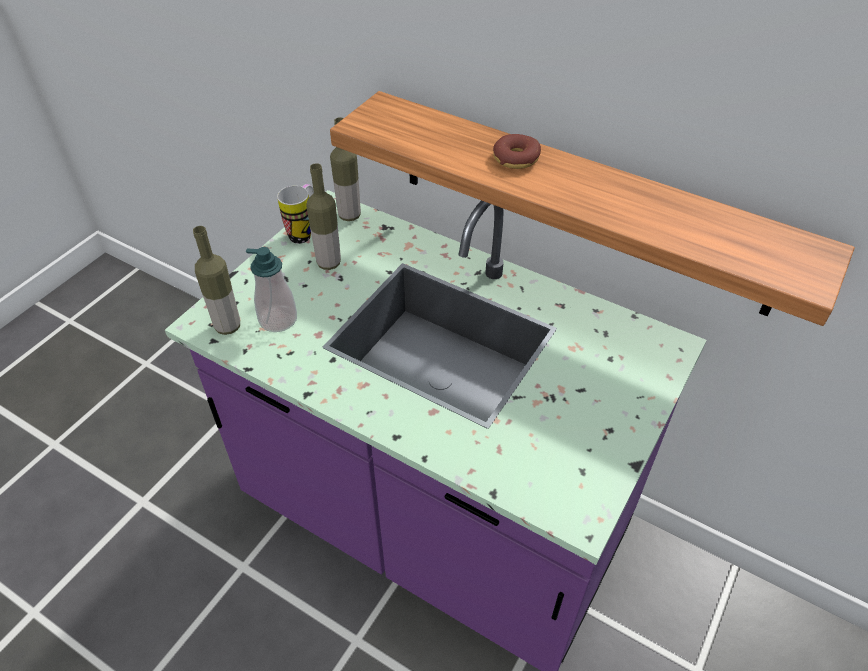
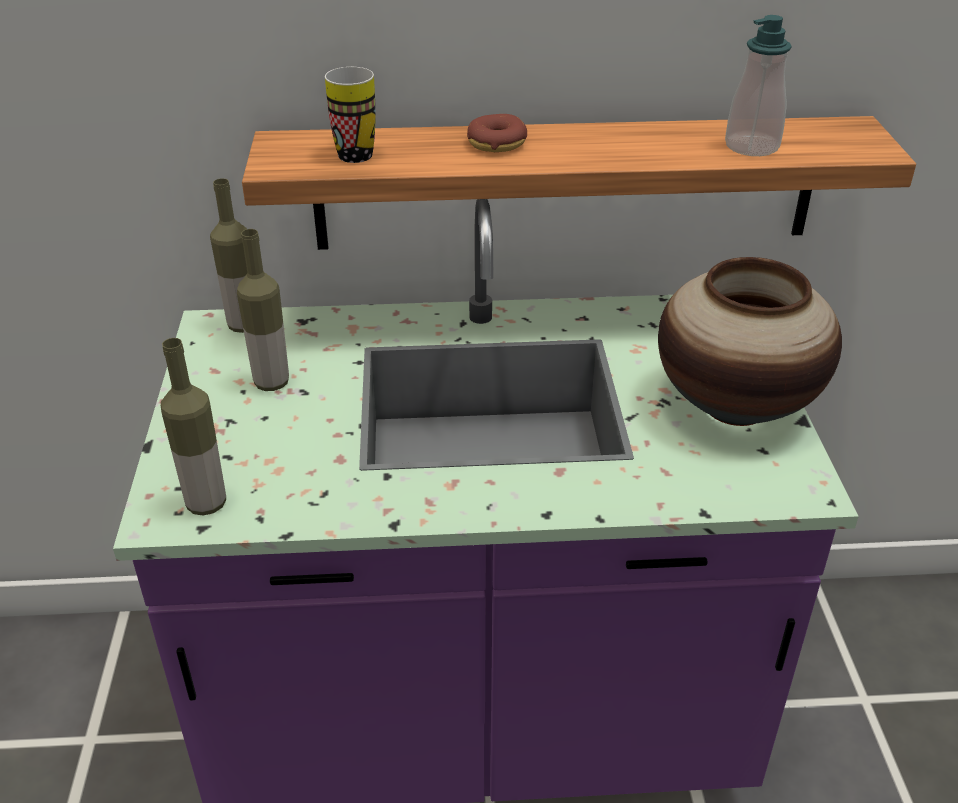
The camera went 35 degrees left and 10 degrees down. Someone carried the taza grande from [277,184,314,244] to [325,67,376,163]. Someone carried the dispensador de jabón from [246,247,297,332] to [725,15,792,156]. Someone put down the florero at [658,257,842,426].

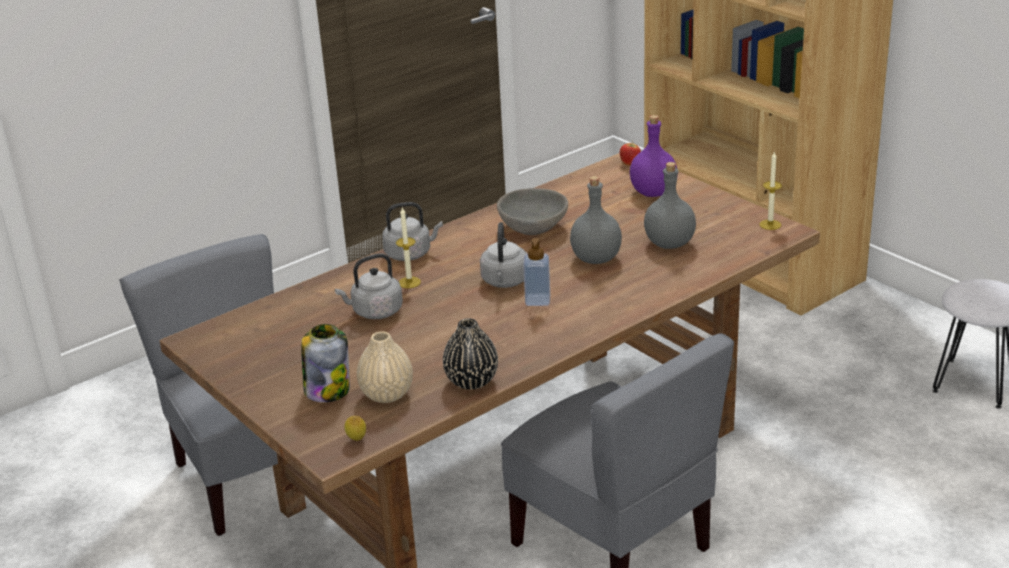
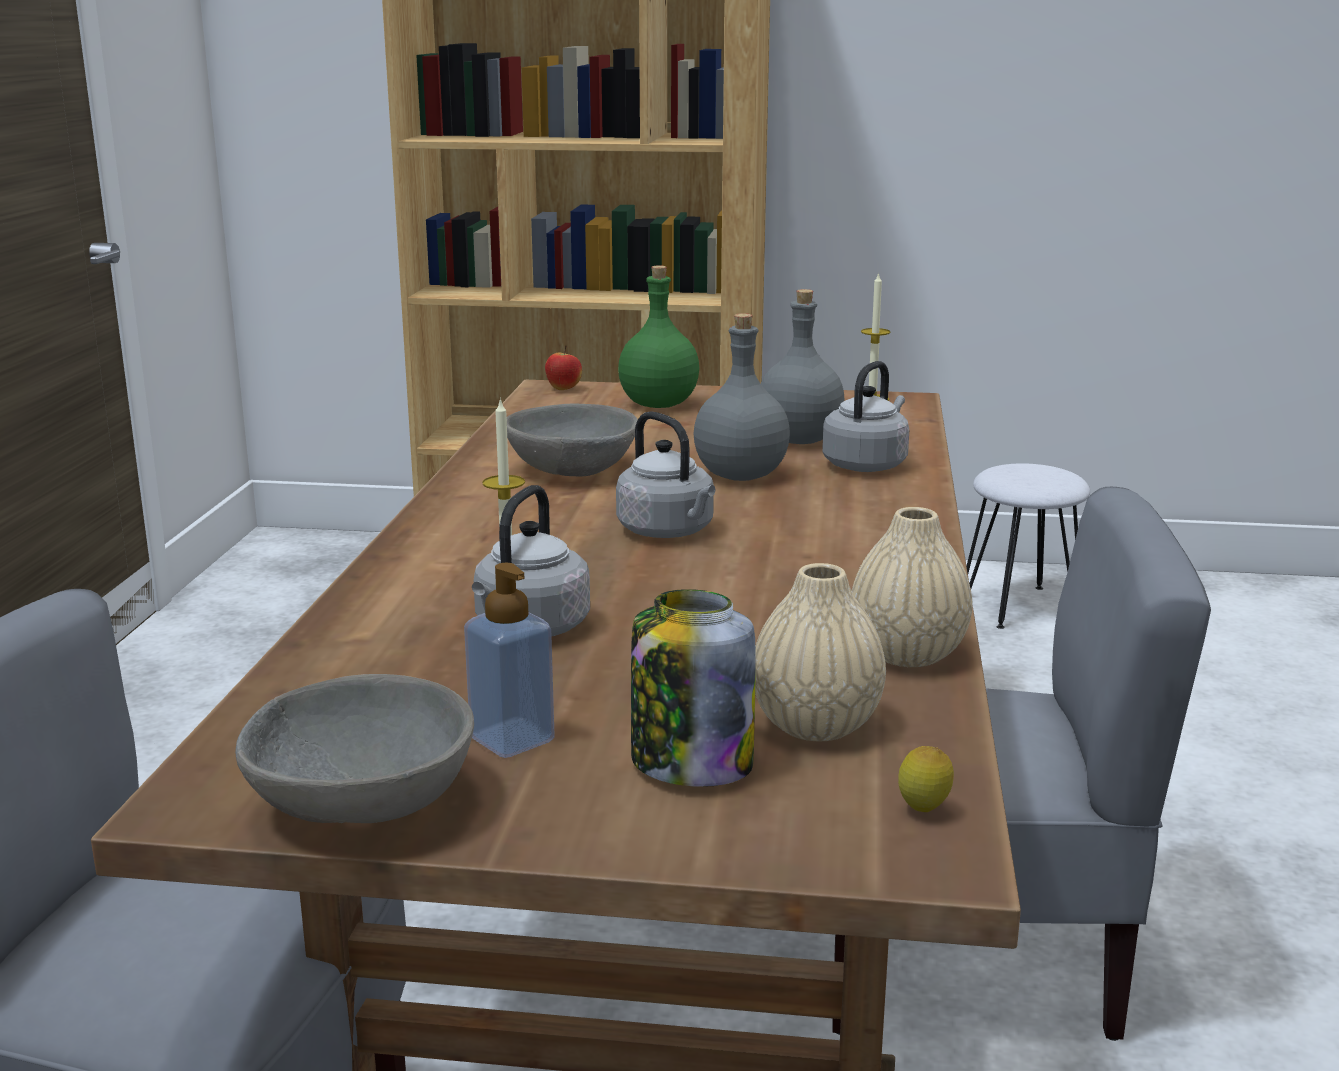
The camera went 45 degrees left and 10 degrees down. Someone repainted the botella (morado) at [630,115,678,197], which became the botella (verde) at [618,266,699,408]. Someone carried the hervidor (gris) from [382,202,443,261] to [823,361,909,472]. Someone carried the dispensador de jabón from [523,238,550,306] to [464,563,555,758]. Someone repainted the florero (negro) at [443,318,498,390], which became the florero (beis) at [852,507,973,667]. Someone put down the cuenco (gris) at [235,674,474,823].

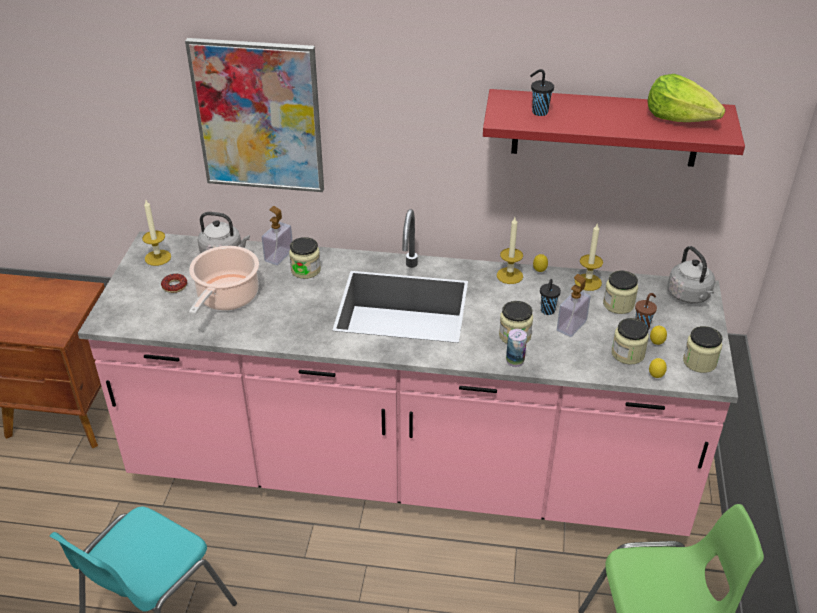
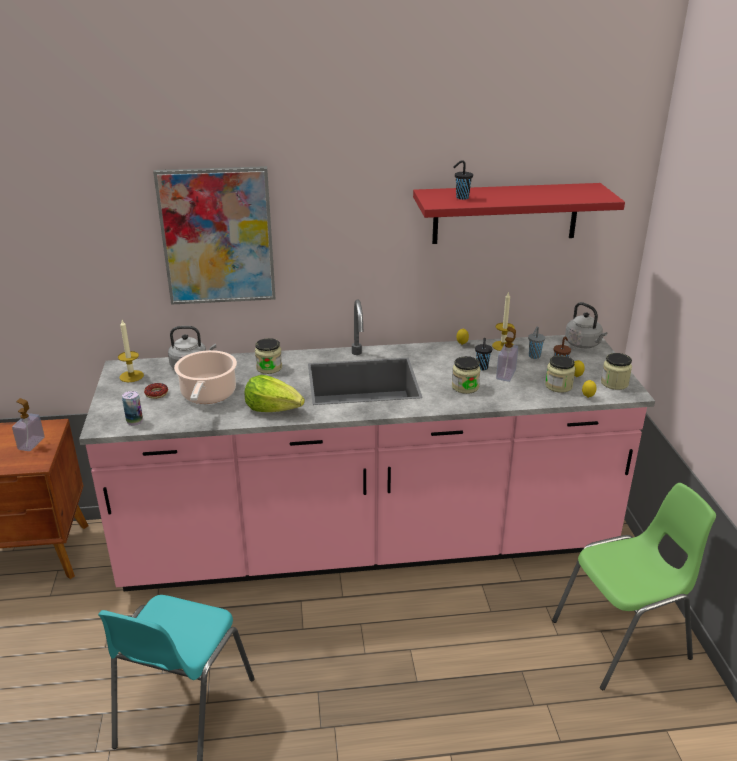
The camera went 15 degrees left and 10 degrees down. Someone carried the lechuga from [647,74,725,122] to [245,375,305,412]. Someone carried the dispensador de jabón from [262,206,293,265] to [12,398,45,451]. Someone took away the vela at [497,217,523,284]. Someone swapped the tarro at [603,270,638,314] for the taza (gris) at [528,327,545,359]. Someone carried the lata from [506,329,527,367] to [122,391,143,426].

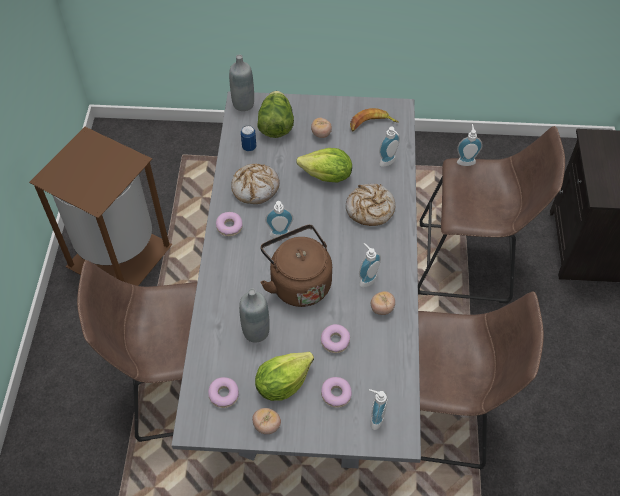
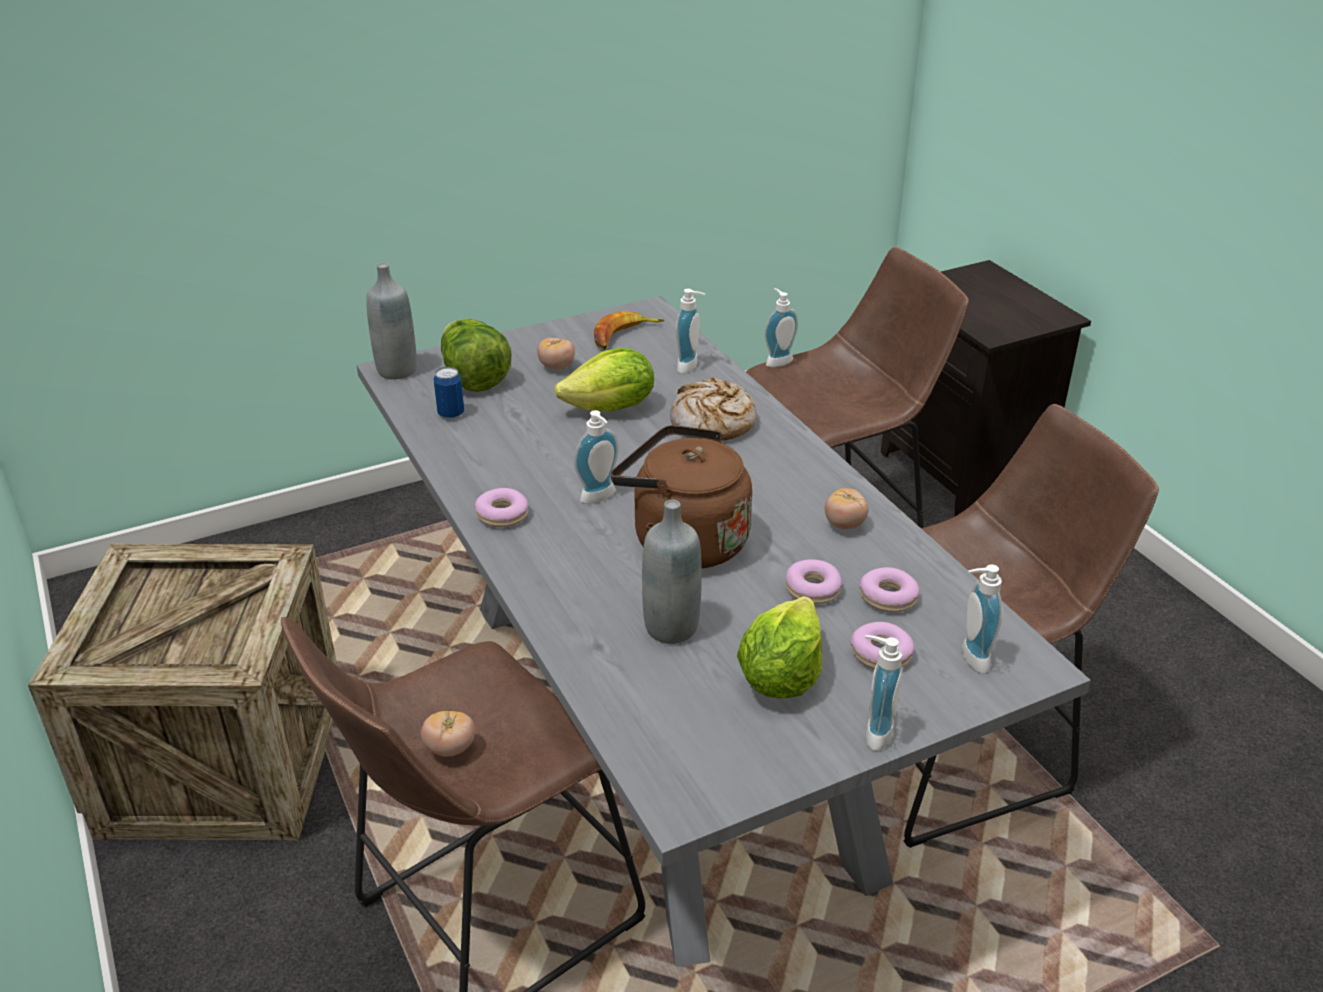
The camera went 30 degrees left and 20 degrees down. Someone swapped the papelera (marrón) at [29,127,172,286] for the caja de embalaje at [28,544,337,841]. Someone took away the pan at [231,163,280,204]. Someone carried the dispensador de jabón from [359,243,381,288] to [865,635,903,751]. Someone carried the rosquilla from [208,377,239,408] to [859,567,919,613]. Someone carried the tomate from [252,408,281,434] to [421,711,475,757].

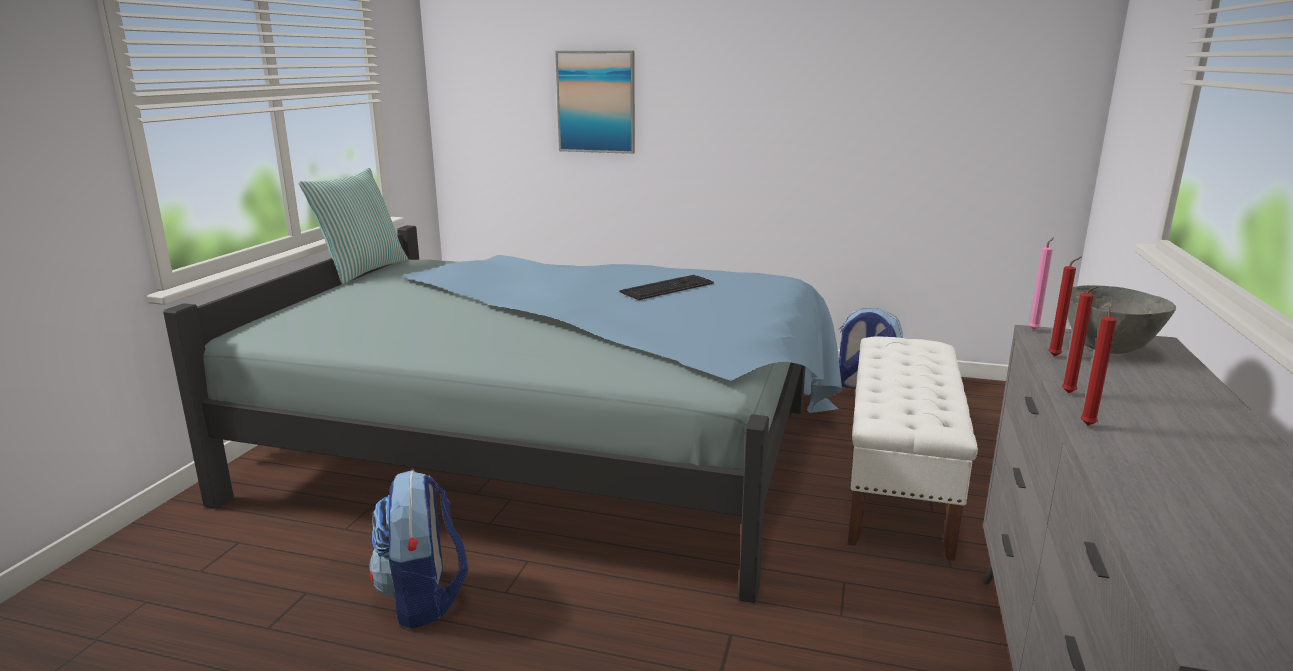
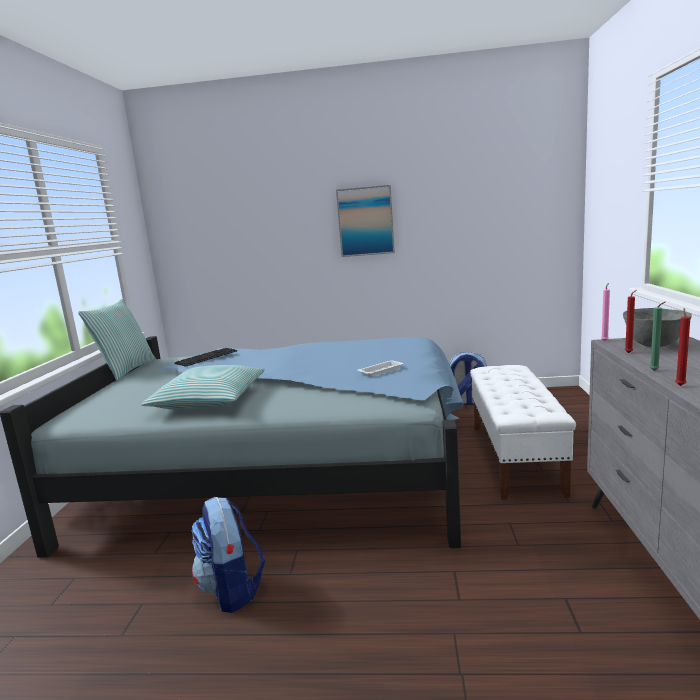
The camera went 10 degrees left and 5 degrees down. Someone carried the cuadro from [555,51,635,154] to [336,185,395,257]. Someone carried the teclado from [619,275,714,300] to [174,348,237,367]. Someone repainted the vela (rojo) at [1062,286,1099,393], which became the vela (verde) at [649,302,665,371]. Someone put down the bandeja (blanco) at [357,360,403,377]. Someone put down the cojín at [141,365,265,409].

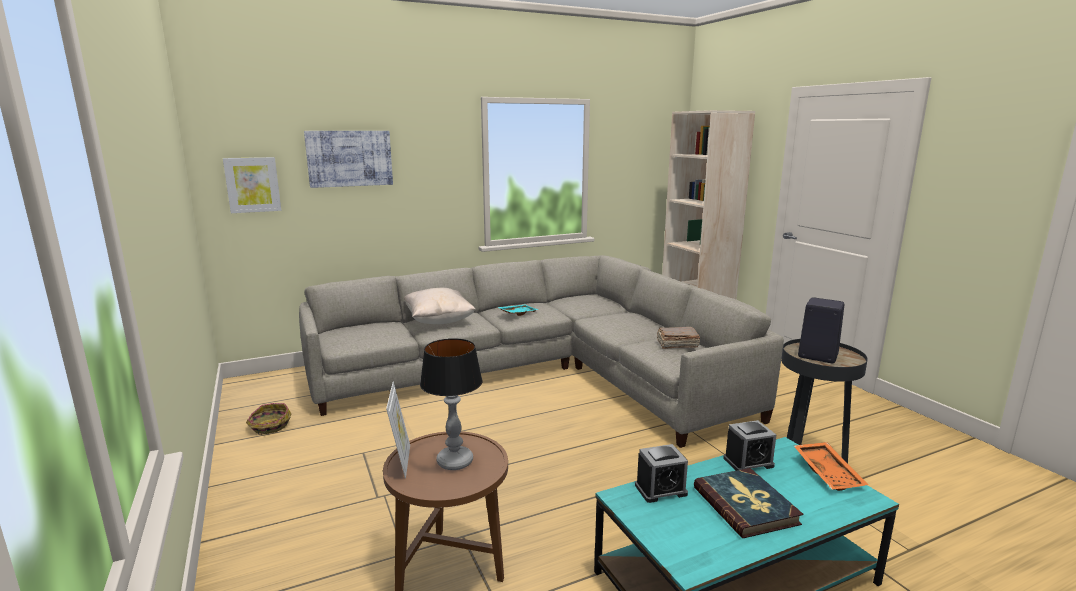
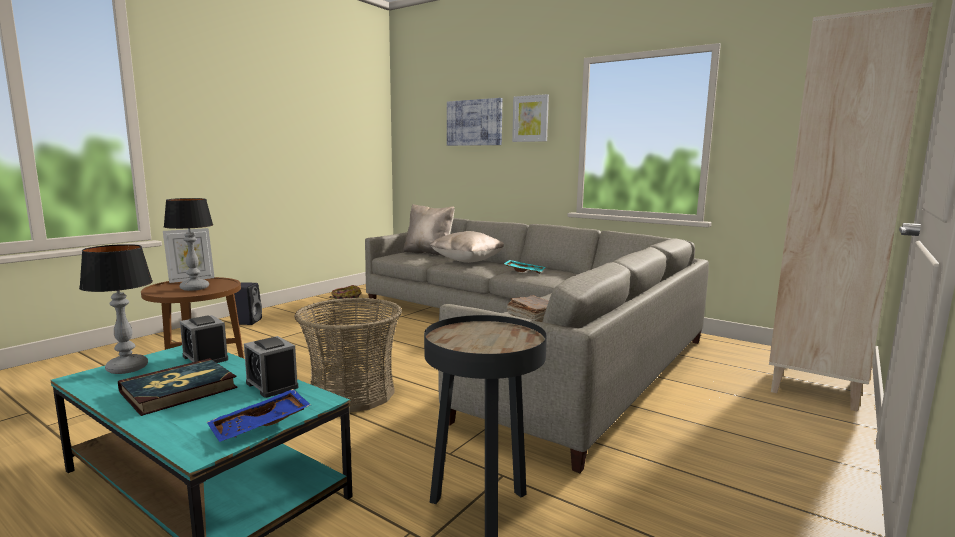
The camera went 60 degrees right and 5 degrees down. Someone carried the cuadro from [223,157,281,213] to [512,94,549,142]. Someone carried the altavoz (negro) from [798,297,844,363] to [234,282,262,325]. Someone repainted the bandeja (naranja) at [794,442,869,491], which became the bandeja (azul) at [207,389,311,442]. Someone put down the cojín (beis) at [403,204,455,257]. Someone put down the lámpara de mesa at [79,244,153,374]. Someone put down the cesta at [294,298,402,413].

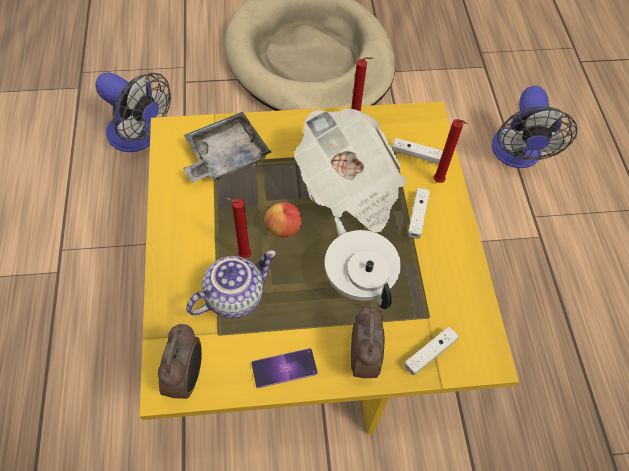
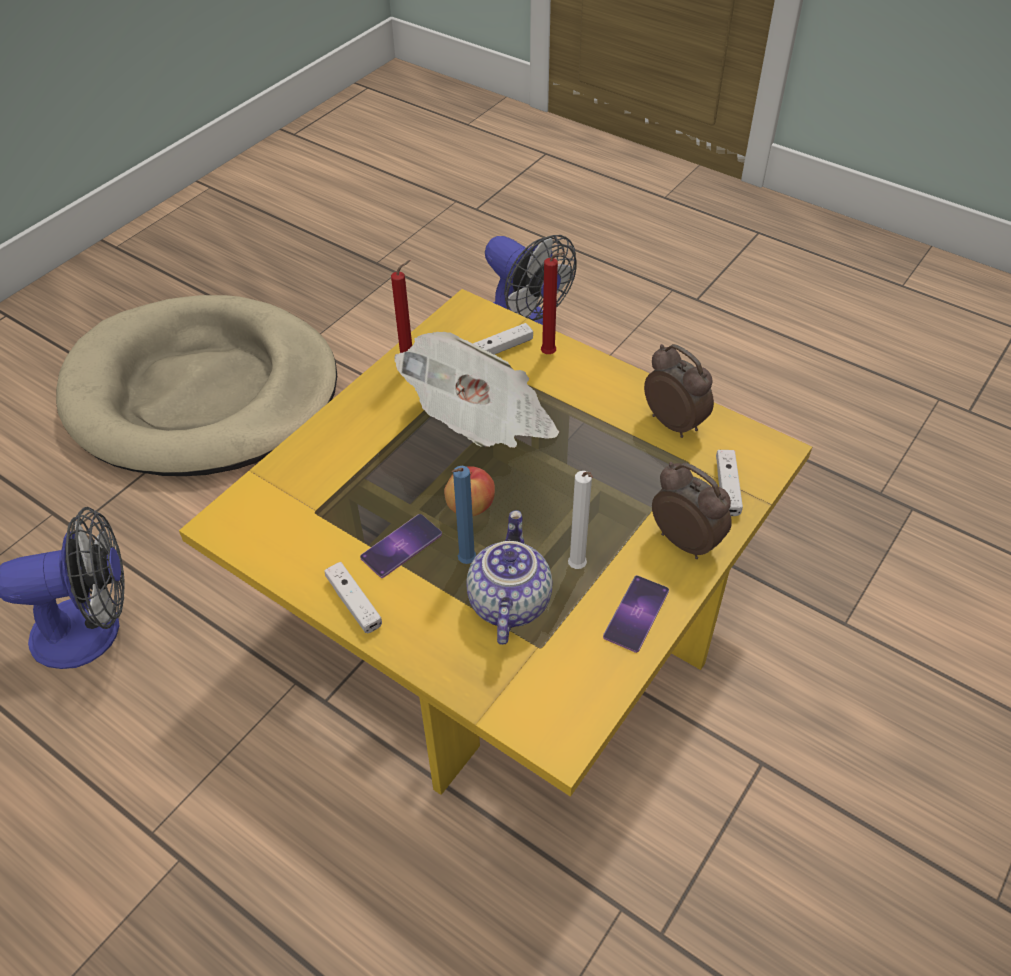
The camera went 45 degrees left and 10 degrees down. Someone took away the bandeja (gris) at [183,111,271,183]. Someone carried the mando de consola (blanco) from [408,188,430,239] to [324,562,382,633]. Someone repainted the vela (rojo) at [224,198,251,259], which became the vela (azul) at [452,466,476,564]. Someone took away the tetera (blanco) at [325,217,401,309]. Someone carried the despertador from [158,324,202,399] to [644,344,714,438]. Someone put down the vela (blanco) at [568,471,593,569]. Someone put down the móvil at [360,514,442,578].

